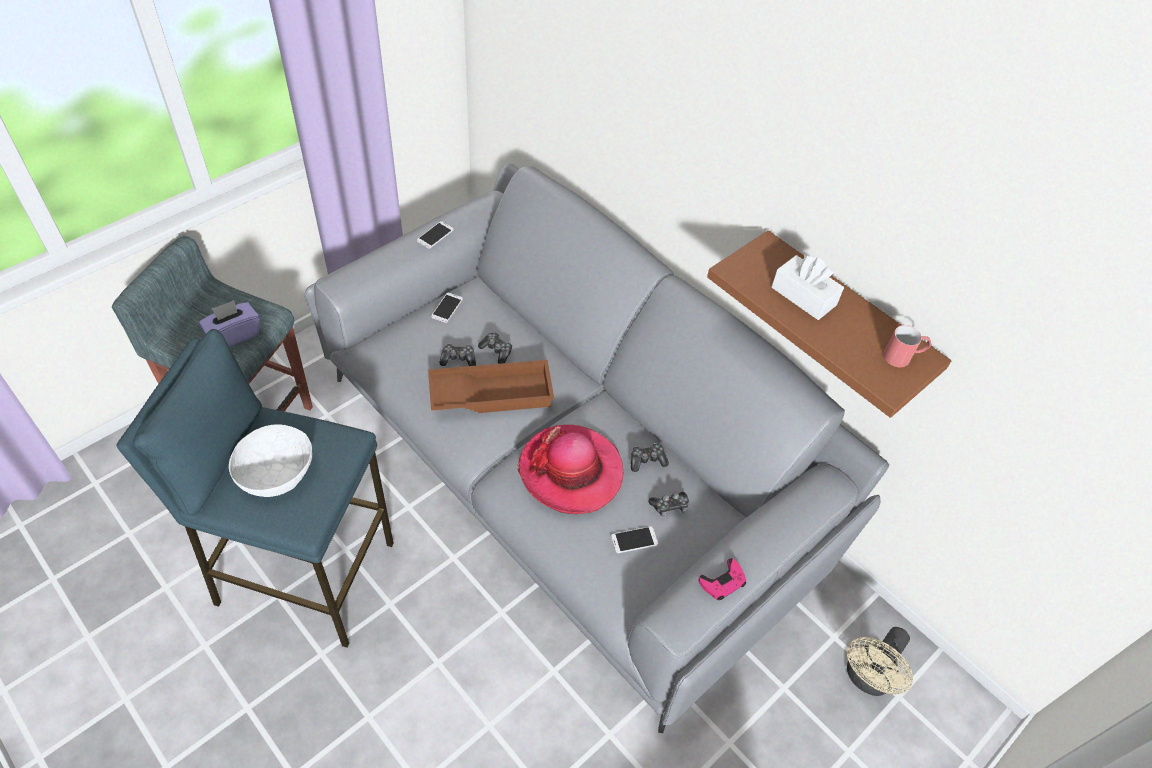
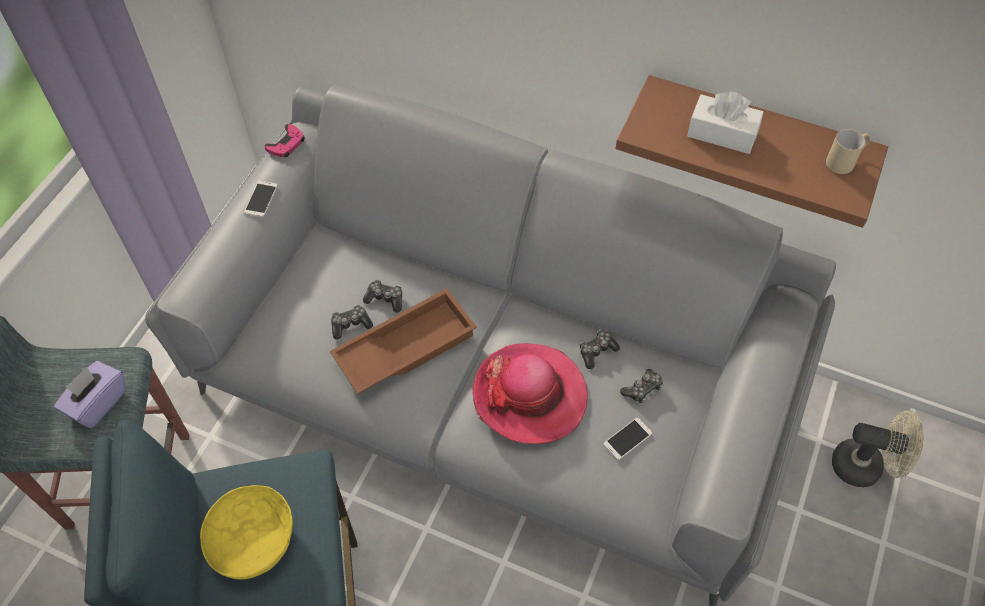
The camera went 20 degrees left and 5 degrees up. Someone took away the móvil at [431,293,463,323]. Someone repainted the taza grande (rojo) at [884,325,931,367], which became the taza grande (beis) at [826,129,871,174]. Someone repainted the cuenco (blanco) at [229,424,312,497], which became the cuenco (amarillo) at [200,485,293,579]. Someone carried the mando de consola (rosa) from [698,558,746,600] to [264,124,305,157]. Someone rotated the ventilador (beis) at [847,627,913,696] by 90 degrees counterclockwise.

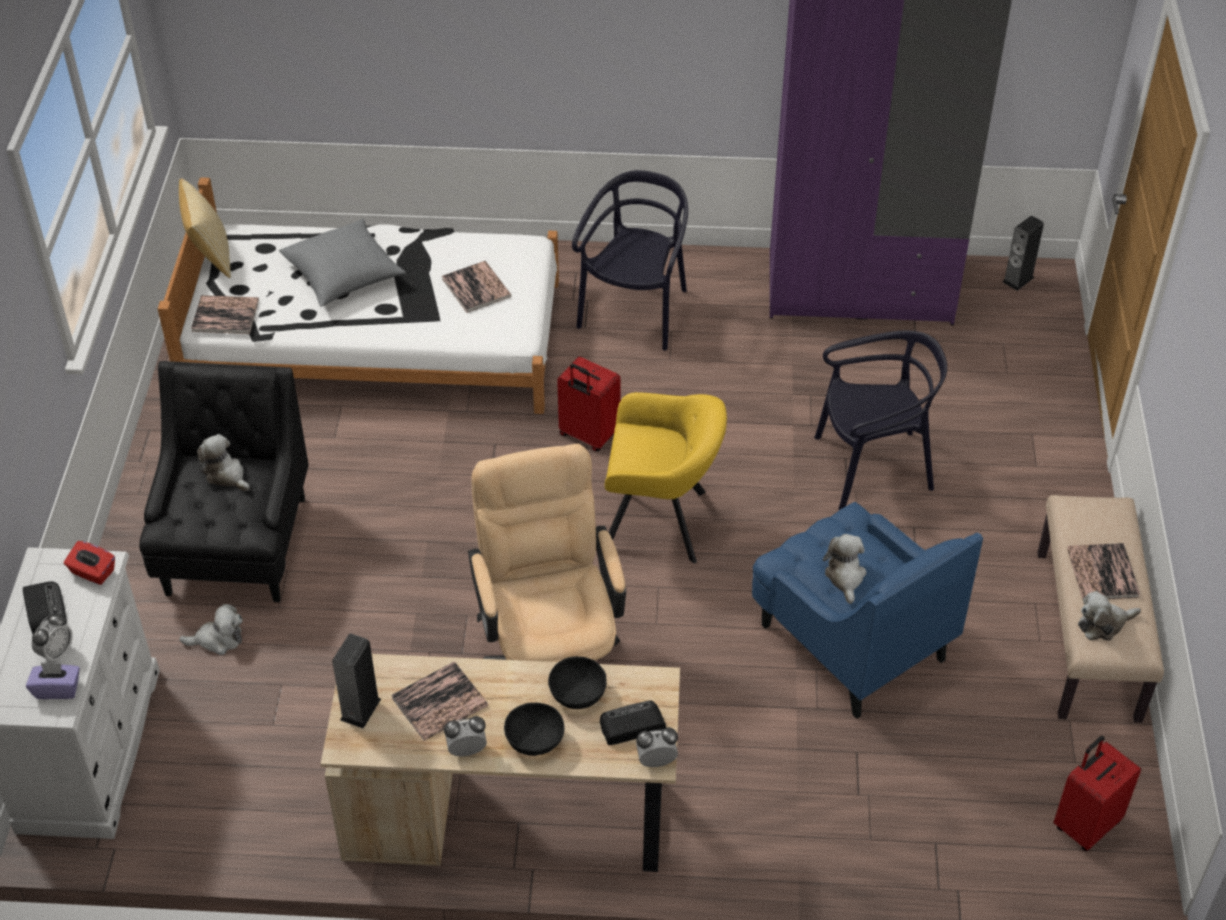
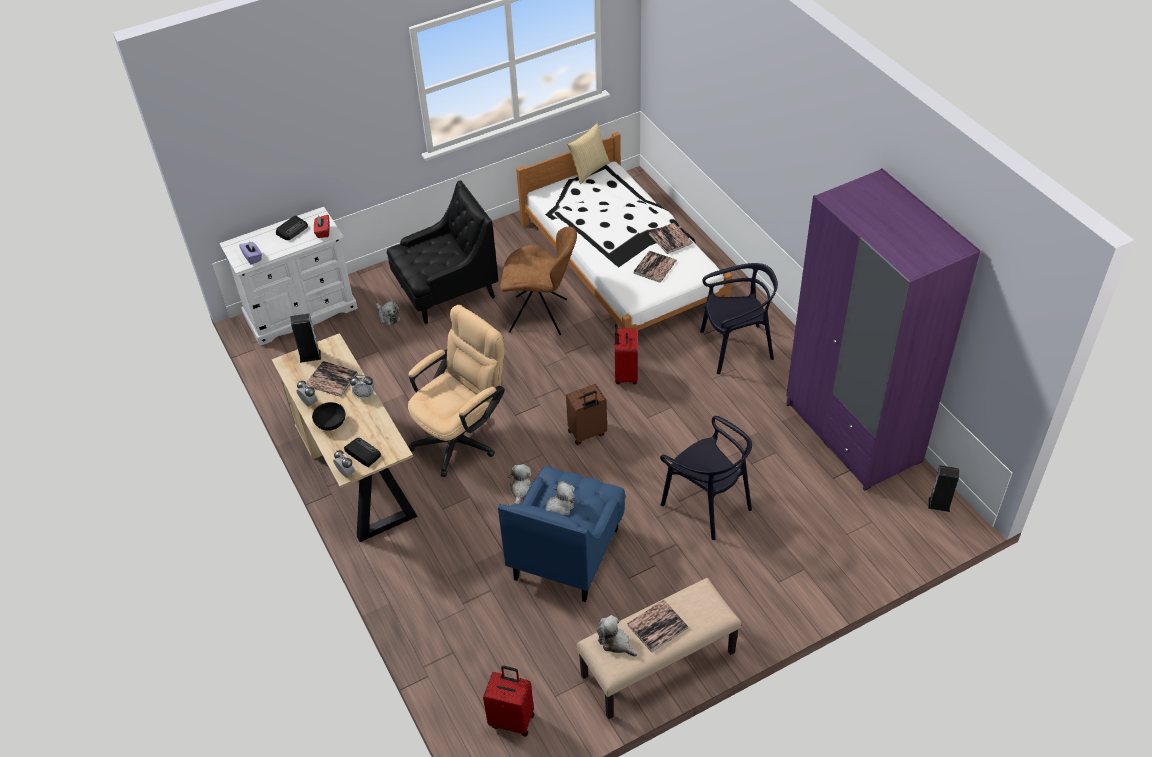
The camera went 60 degrees right and 0 degrees up. Someone took away the cojín (gris) at [279,218,406,307]. Someone carried the libro from [191,295,259,334] to [649,223,693,254]. Someone swapped the sillón (amarillo) at [605,392,727,563] for the maleta (marrón) at [566,384,607,445]. Someone carried the peluche from [197,434,250,491] to [508,464,531,504]. Someone carried the despertador from [32,613,73,664] to [350,375,374,399]. Someone took away the cuenco (negro) at [548,656,607,709]. Someone put down the silla (marrón) at [500,227,577,335].

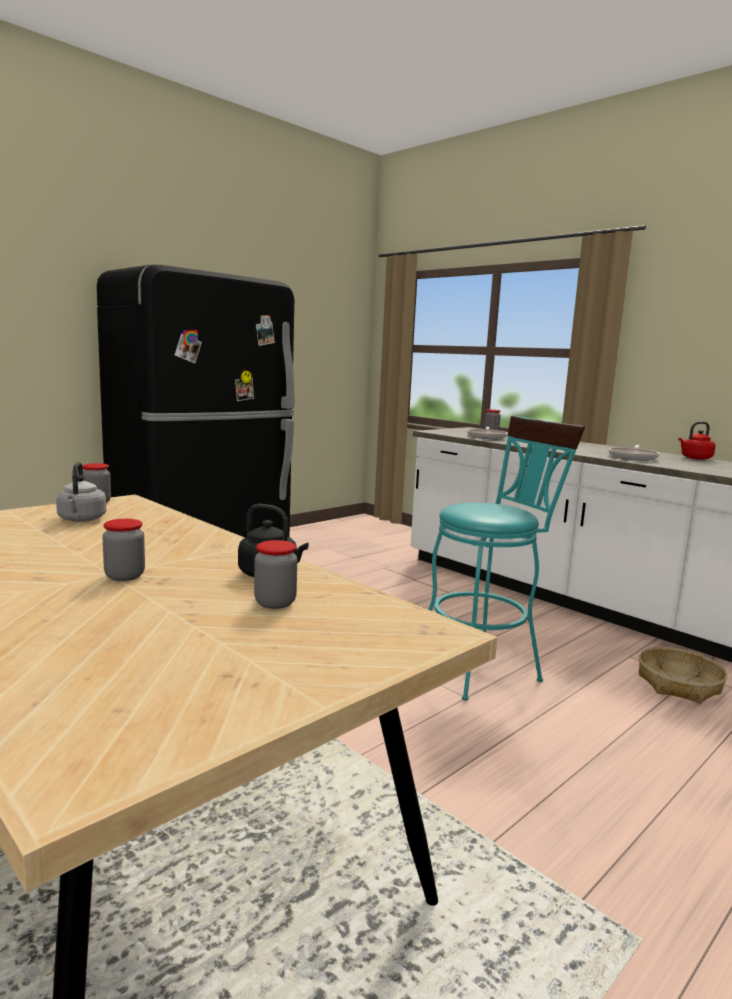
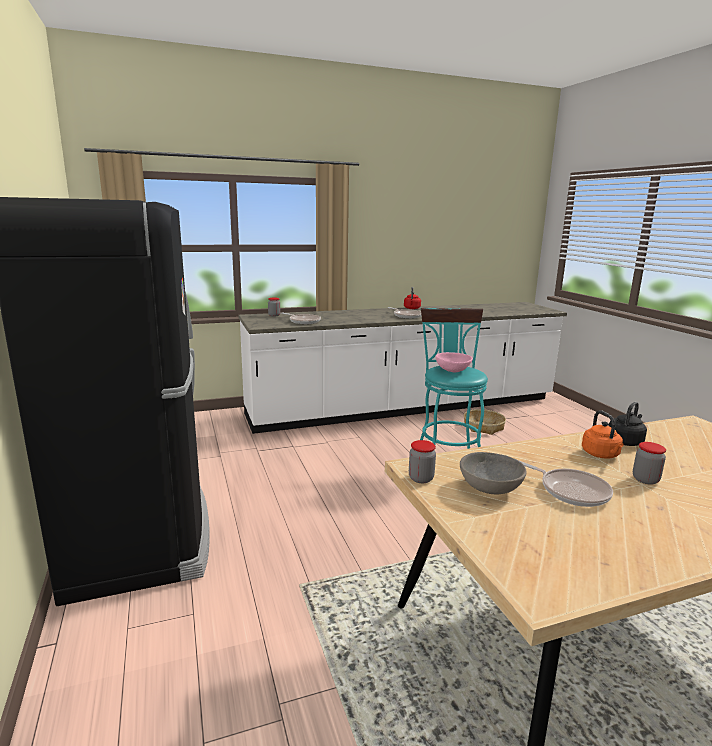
The camera went 65 degrees left and 5 degrees up. Someone swapped the hervidor (gris) at [56,462,106,522] for the cuenco (gris) at [460,452,526,494]. Someone took away the tarro at [254,540,297,609]. Someone put down the cuenco (rosa) at [436,352,473,372]. Someone put down the hervidor (naranja) at [582,410,624,459]. Someone put down the sartén at [518,460,613,507].

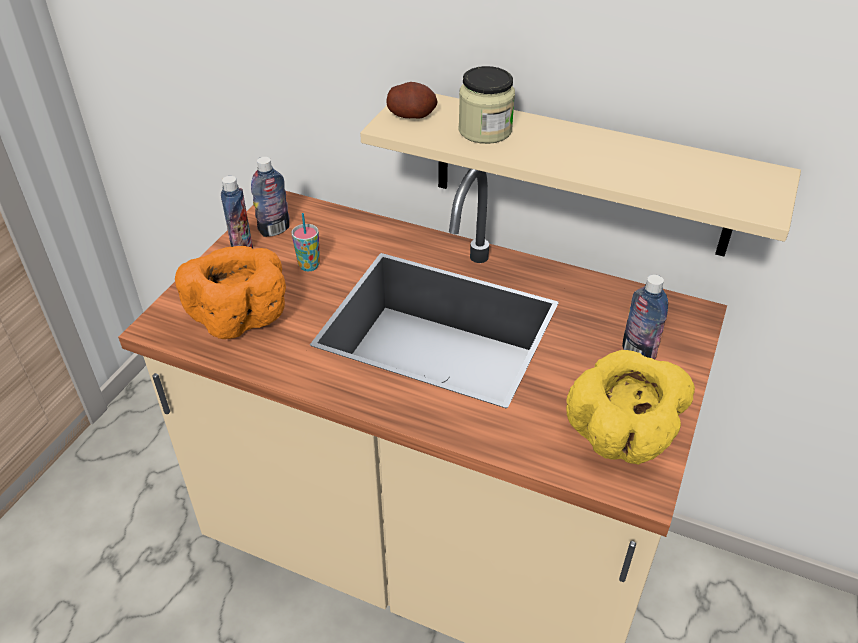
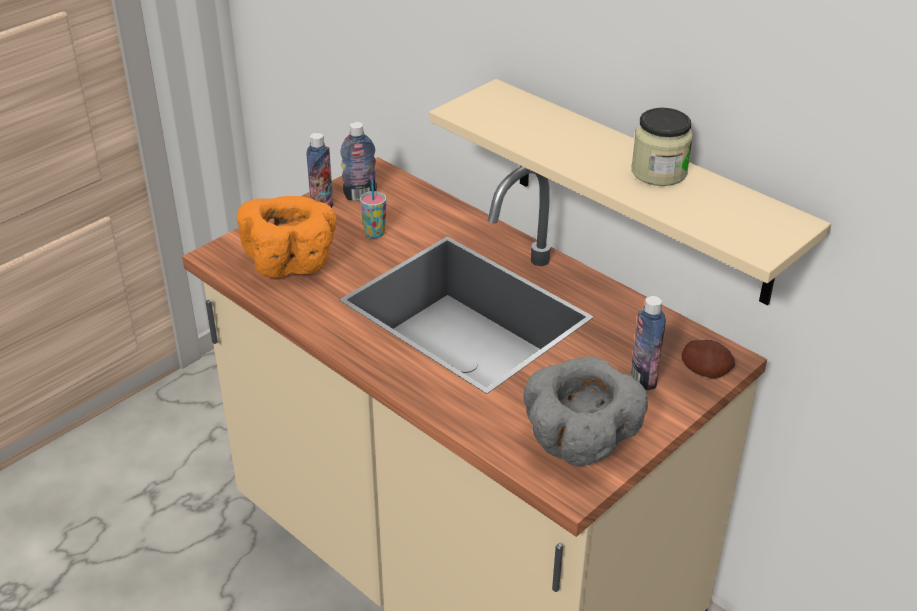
The camera went 20 degrees right and 5 degrees down. Someone carried the tarro from [458,66,515,144] to [631,108,693,186]. Someone carried the patata from [386,82,438,119] to [681,340,735,378]. Someone repainted the cuenco (amarillo) at [566,350,695,465], which became the cuenco (gris) at [524,356,648,467].

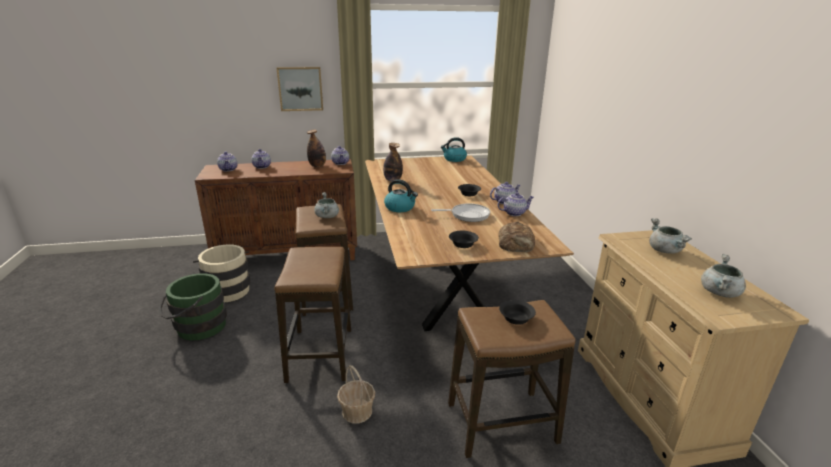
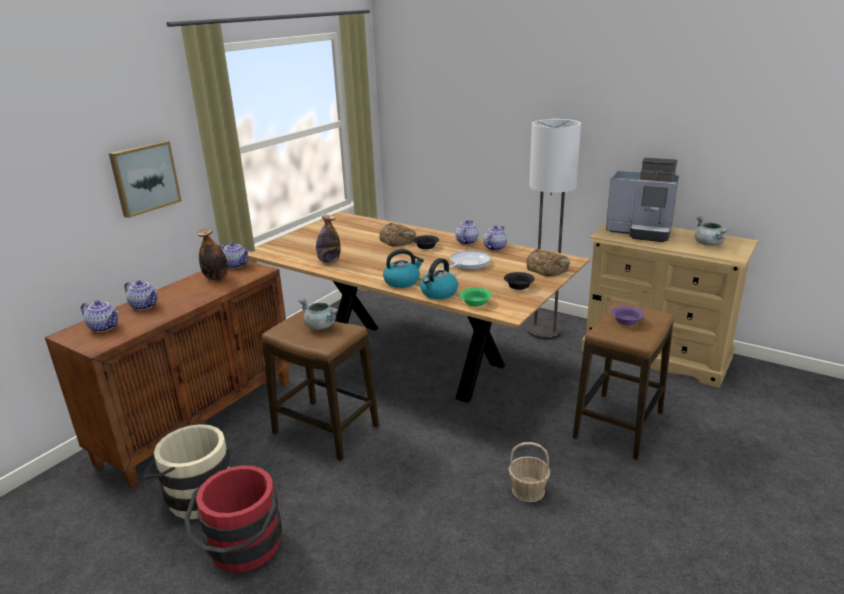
The camera went 45 degrees left and 0 degrees up. Someone carried the hervidor from [441,137,467,162] to [420,258,458,299]. Someone swapped the olla (gris) at [649,218,692,254] for the cafetera at [606,158,679,242]. Someone took away the taburete at [274,247,351,383]. Someone repainted the cubo (verde) at [158,273,227,340], which became the cubo (rojo) at [184,465,282,572]. Someone repainted the cuenco (negro) at [499,300,536,325], which became the cuenco (morado) at [611,306,645,325]. Someone put down the lámpara de pie at [527,119,581,340]. Someone put down the pan at [379,223,416,246]. Someone put down the cuenco (verde) at [460,288,492,307].

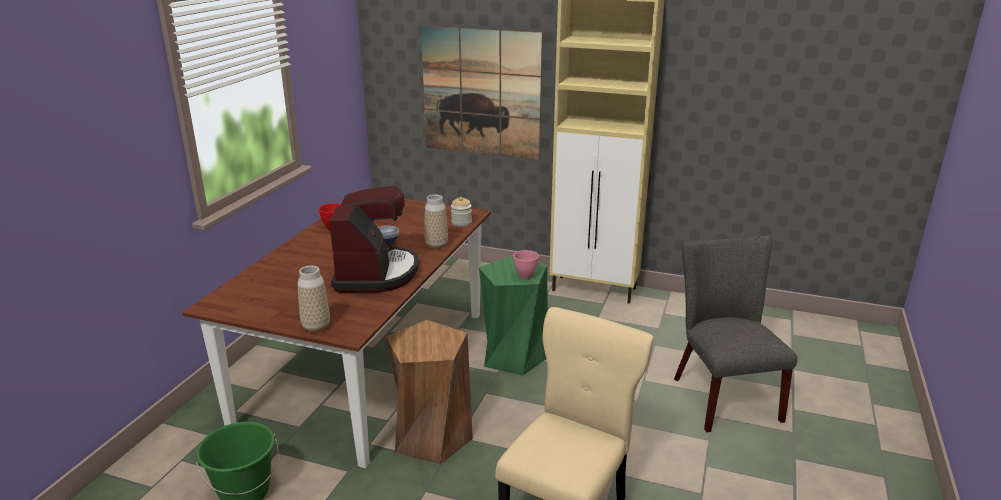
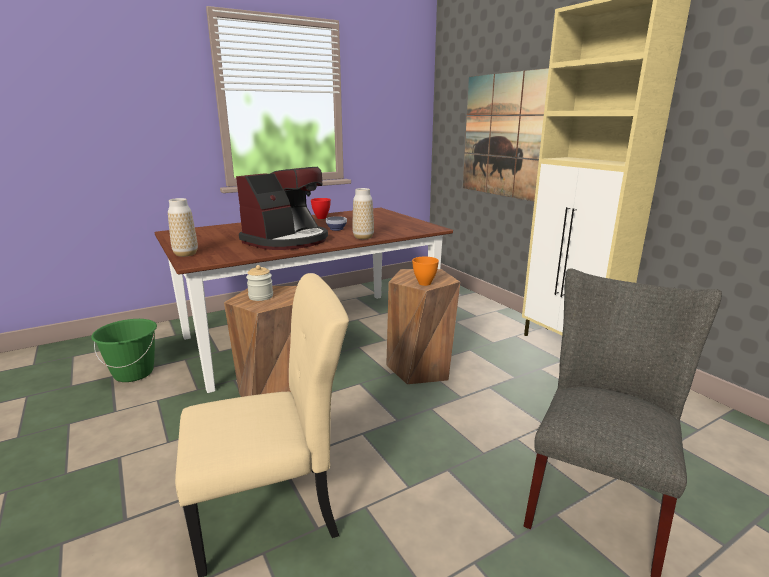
The camera went 40 degrees right and 5 degrees down. Someone carried the tarro from [451,197,472,227] to [246,265,273,301]. Someone repainted the cuenco (rosa) at [513,250,539,280], which became the cuenco (naranja) at [412,256,439,286]. Someone repainted the taburete (verde) at [479,256,548,376], which became the taburete (marrón) at [386,269,460,384].

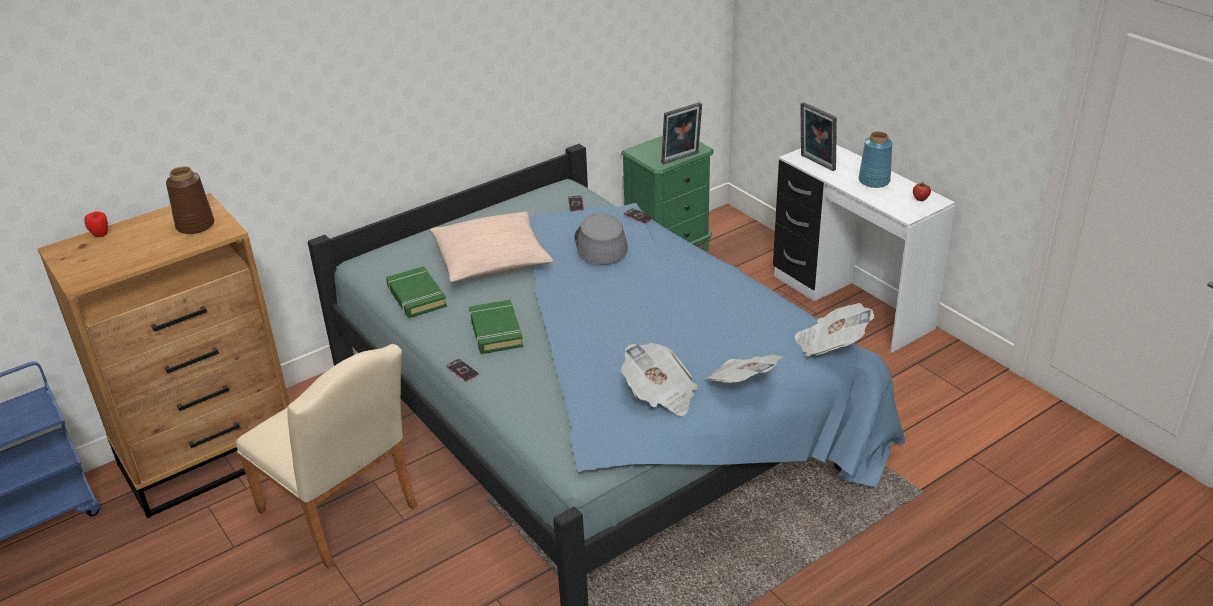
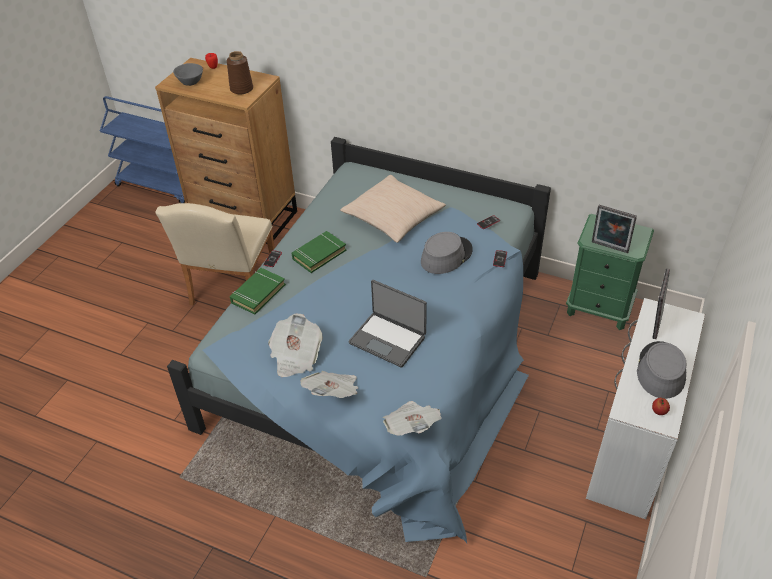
The camera went 60 degrees right and 10 degrees up. Someone swapped the florero (azul) at [859,131,892,188] for the sombrero (gris) at [637,341,687,399]. Someone carried the libro (verde) from [386,266,447,318] to [230,268,286,315]. Someone put down the cuenco (gris) at [173,63,203,86]. Someone put down the portátil at [349,280,427,368].

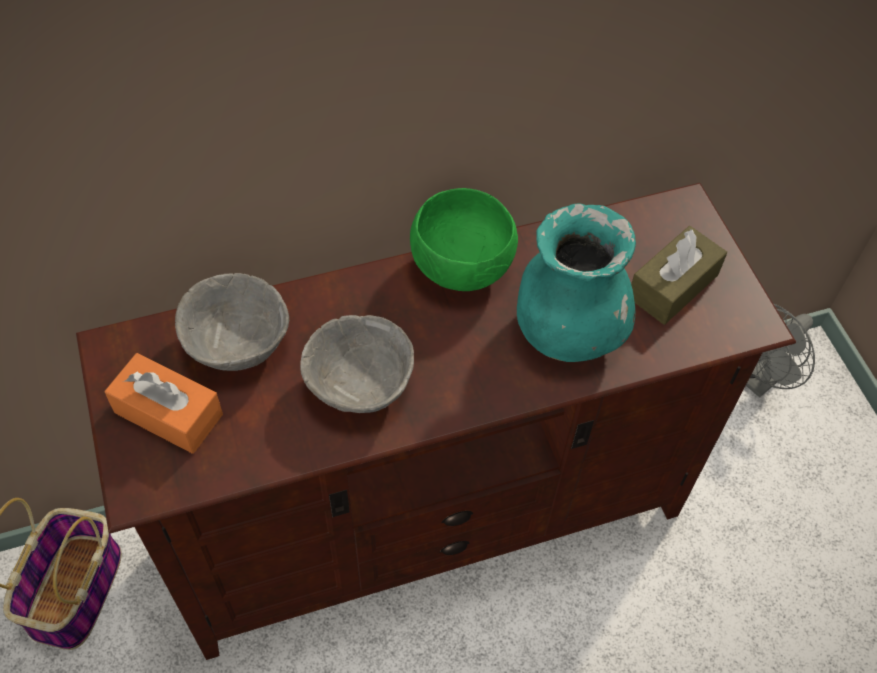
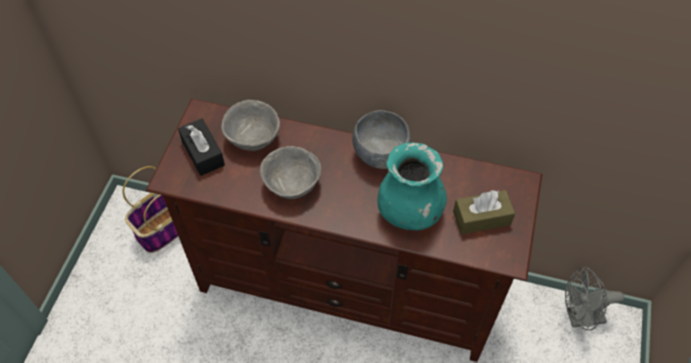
The camera went 35 degrees right and 0 degrees up. Someone repainted the cuenco (verde) at [410,188,518,291], which became the cuenco (gris) at [352,110,411,169]. Someone repainted the caja de pañuelos (naranja) at [104,353,223,454], which became the caja de pañuelos (negro) at [178,119,225,176].

